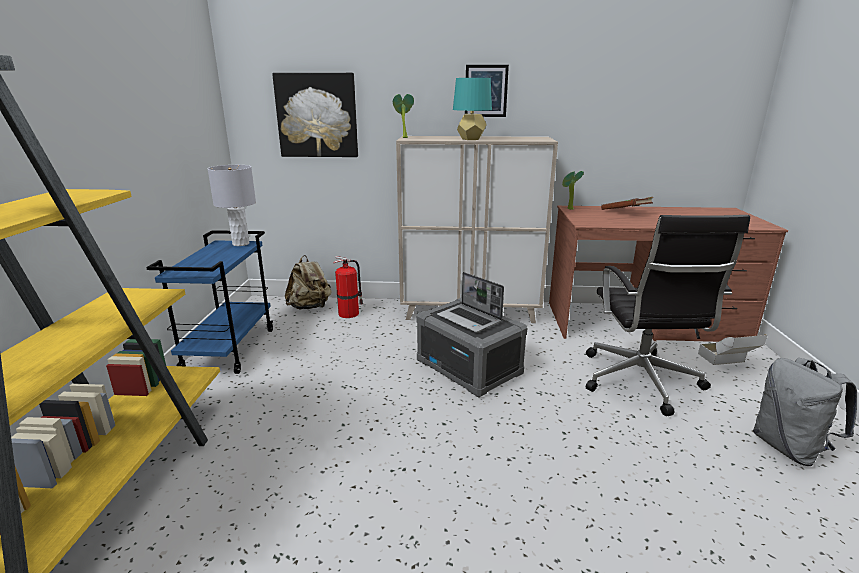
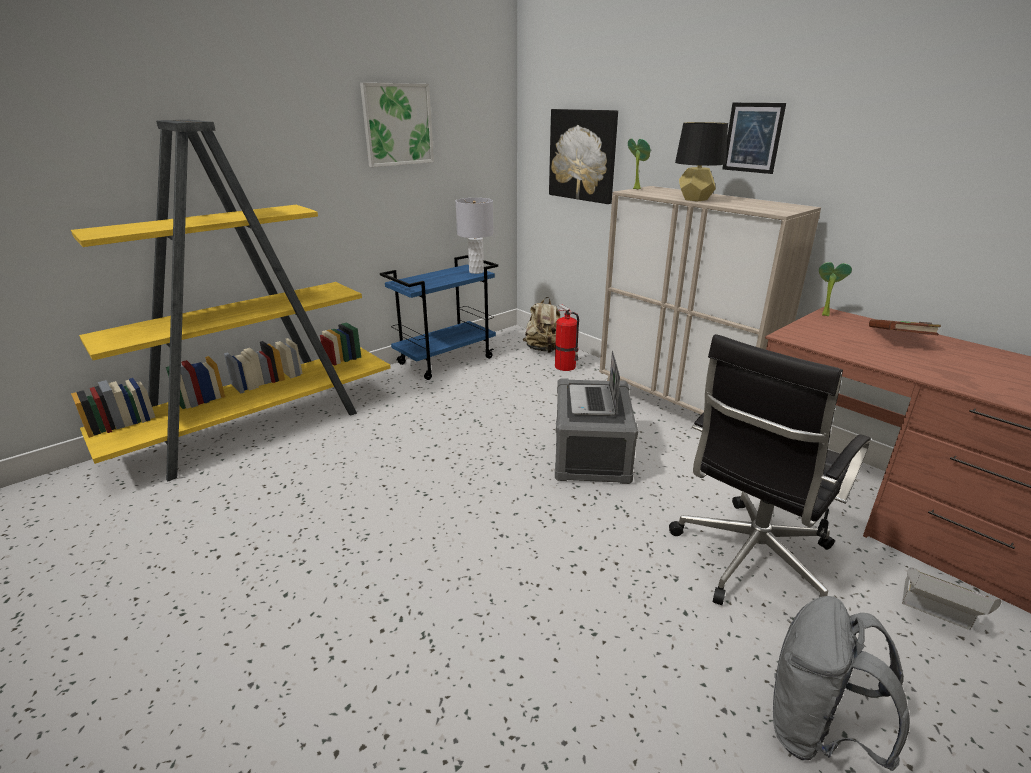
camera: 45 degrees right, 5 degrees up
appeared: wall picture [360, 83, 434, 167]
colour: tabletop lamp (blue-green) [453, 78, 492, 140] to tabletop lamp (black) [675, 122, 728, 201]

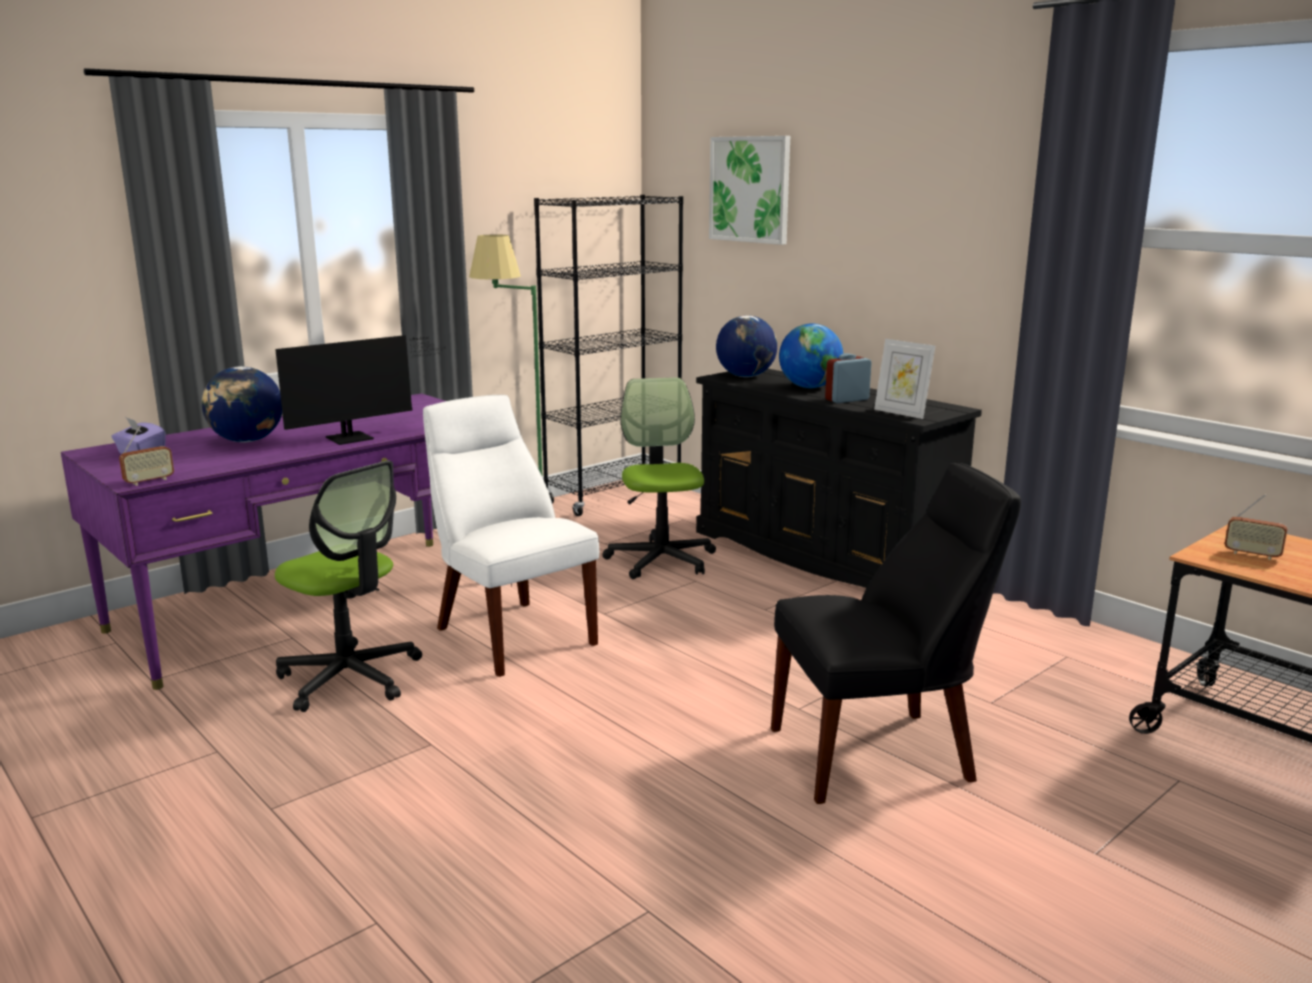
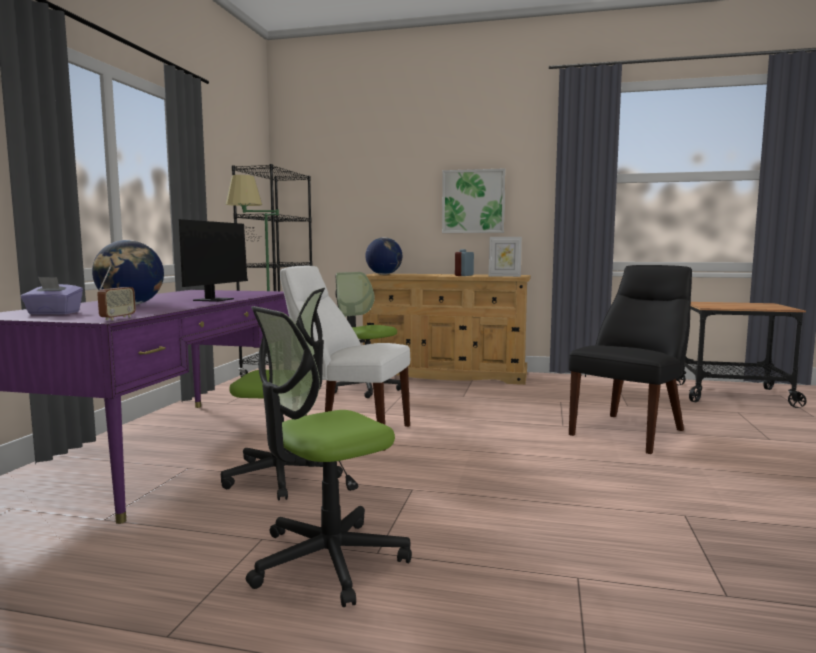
camera: 35 degrees left, 10 degrees down
missing: desk globe [779, 323, 843, 388]; radio receiver [1225, 494, 1288, 560]
appeared: computer chair [246, 306, 412, 607]
relocated: wall picture [709, 136, 790, 245] to [442, 168, 506, 233]
colour: drawer chest (black) [696, 369, 982, 588] to drawer chest (sand-coloured) [363, 273, 531, 385]

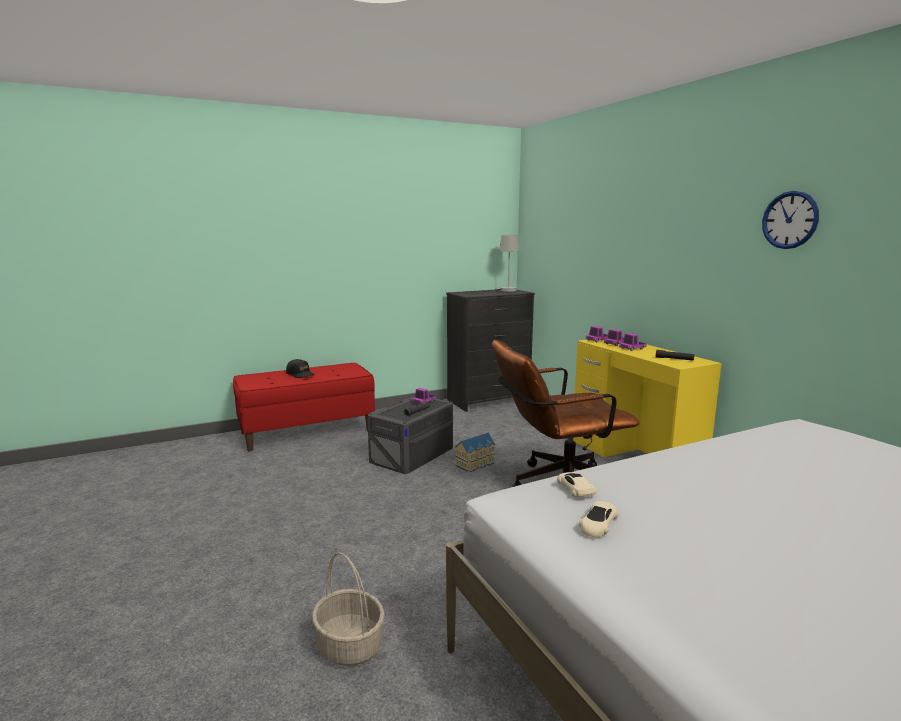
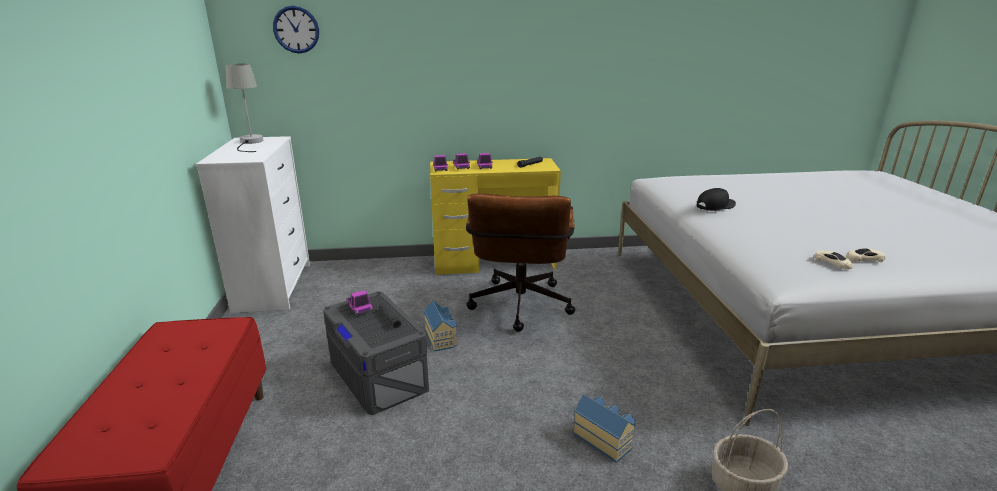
camera: 70 degrees left, 10 degrees up
appeared: toy house [573, 394, 636, 463]
relocated: hanging clock [762, 191, 819, 249] to [273, 6, 319, 53]; peaked cap (black) [286, 359, 315, 378] to [696, 188, 736, 211]; model car (sand-coloured) [557, 472, 596, 497] to [846, 248, 885, 262]
colour: drawer chest (black) [446, 290, 535, 412] to drawer chest (white-coloured) [196, 136, 310, 313]

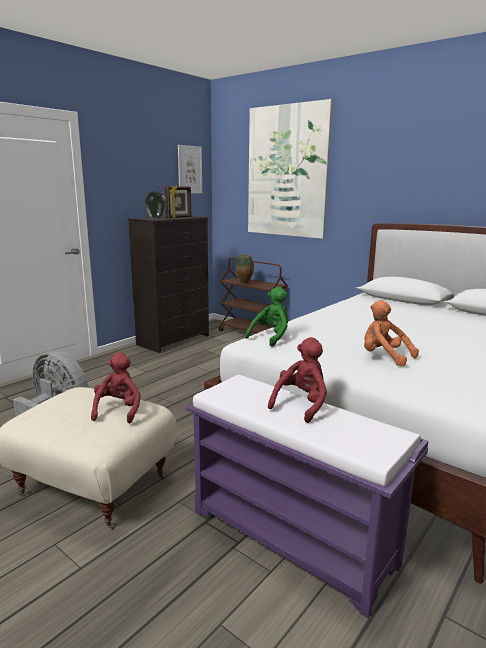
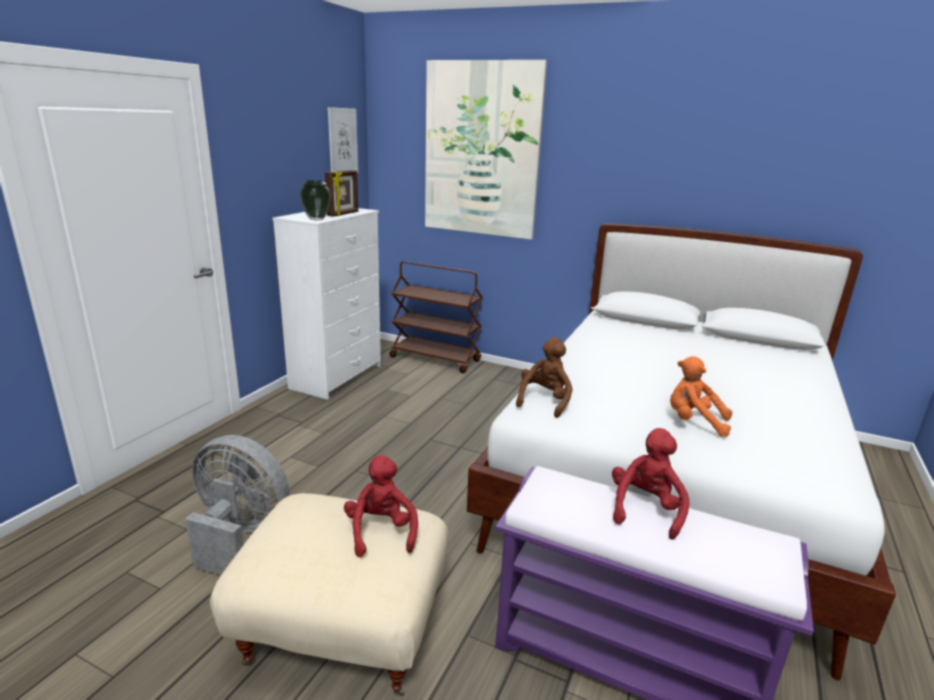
camera: 15 degrees left, 5 degrees up
missing: vase [236, 254, 254, 284]
colour: drawer chest (black) [128, 216, 209, 353] to drawer chest (white-coloured) [272, 208, 381, 400]; plush toy (green) [245, 287, 288, 347] to plush toy (brown) [516, 337, 573, 418]

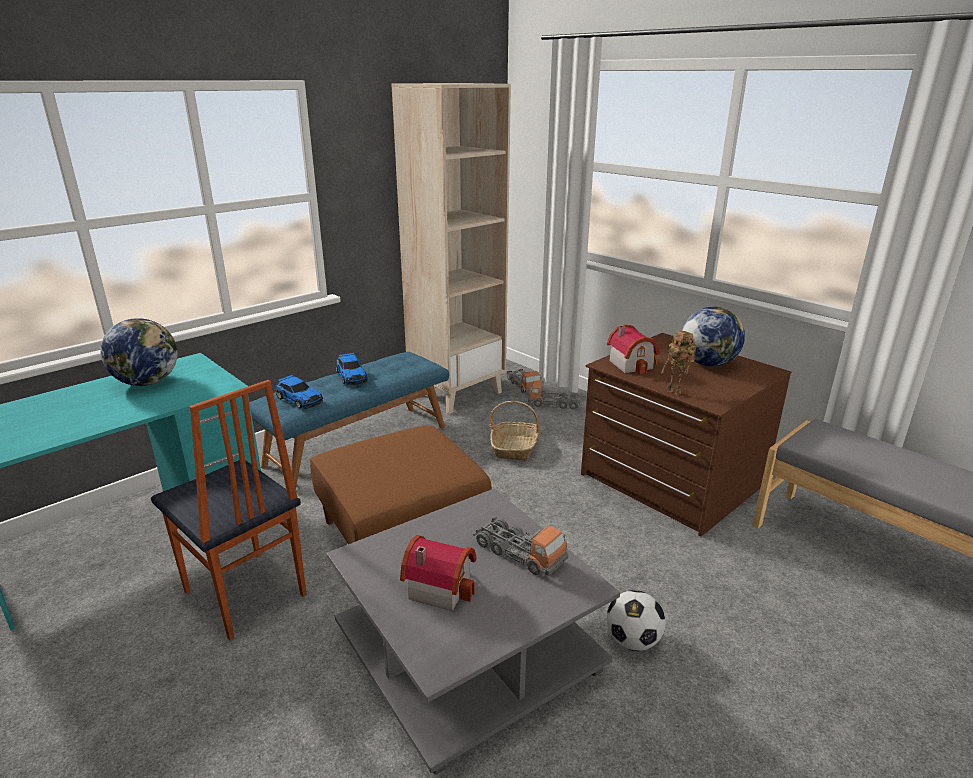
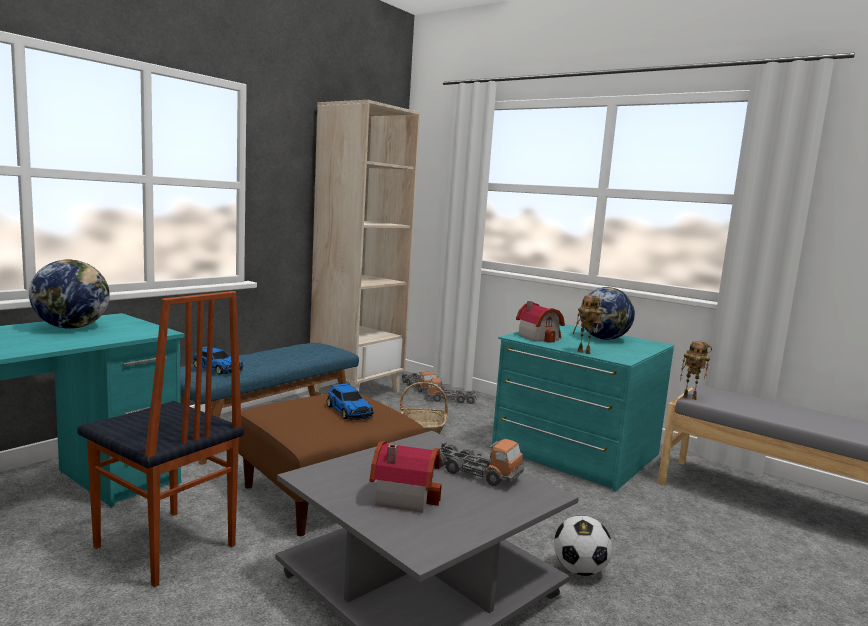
camera: 10 degrees left, 15 degrees down
appeared: model robot [680, 341, 712, 400]
relocated: model car [336, 353, 368, 386] to [327, 383, 374, 420]
colour: drawer chest (brown) [581, 333, 791, 536] to drawer chest (blue-green) [492, 324, 674, 492]

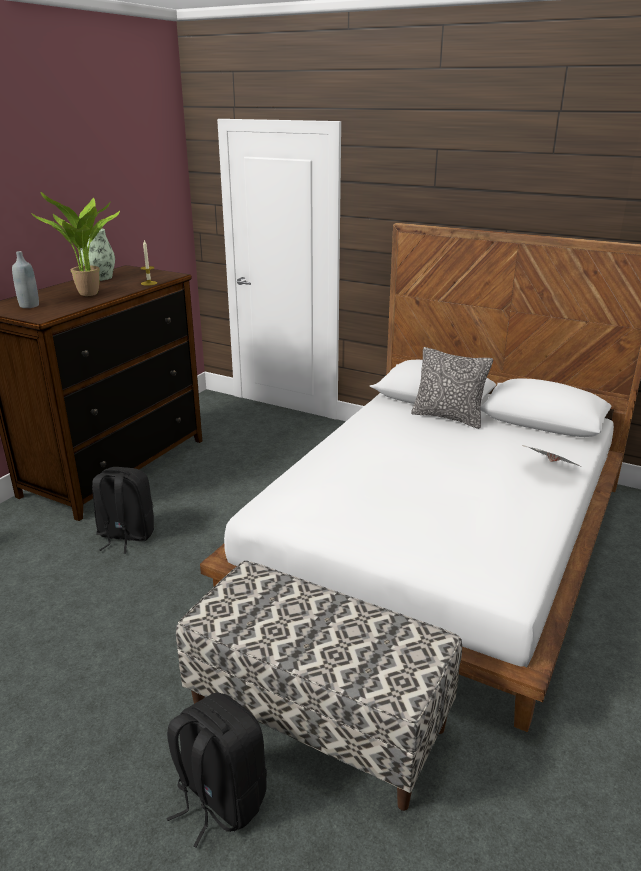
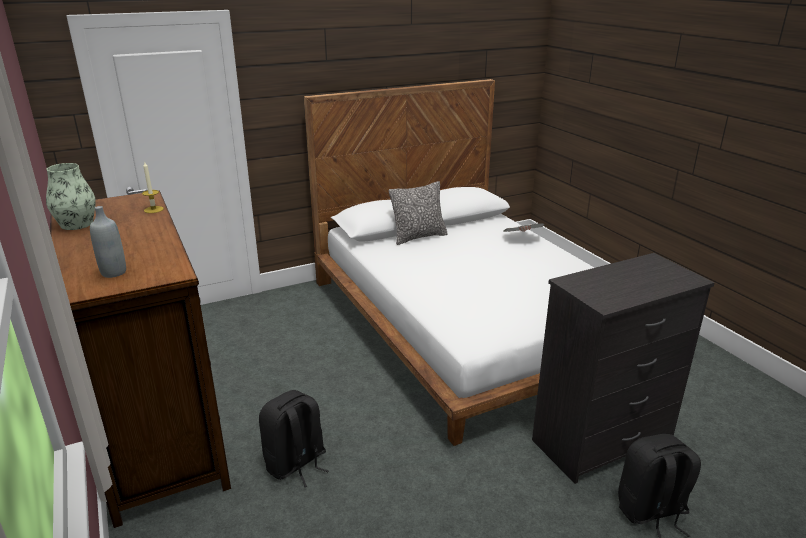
camera: 55 degrees left, 0 degrees up
missing: plant in a pot [31, 192, 120, 296]
exchanged: indoor bench [176, 560, 462, 811] to drawer chest (black) [532, 253, 714, 484]

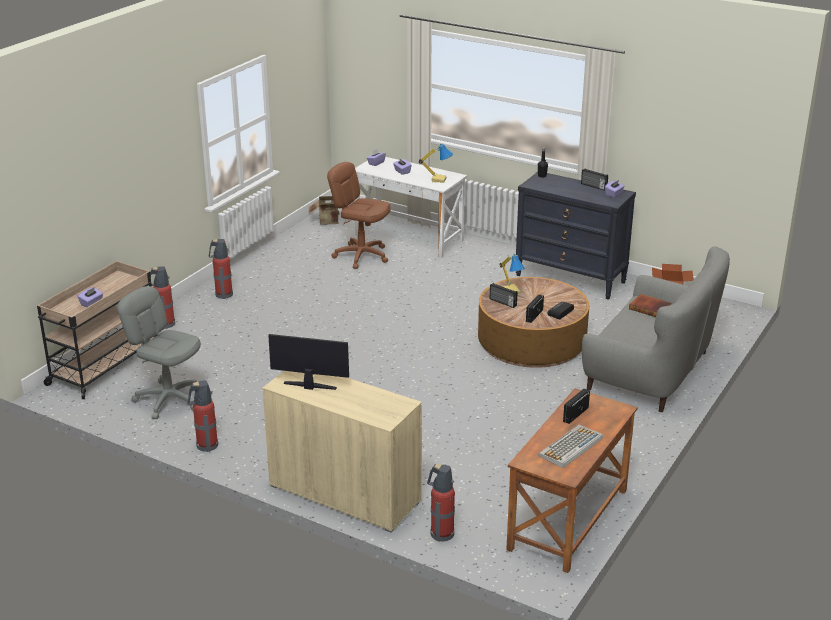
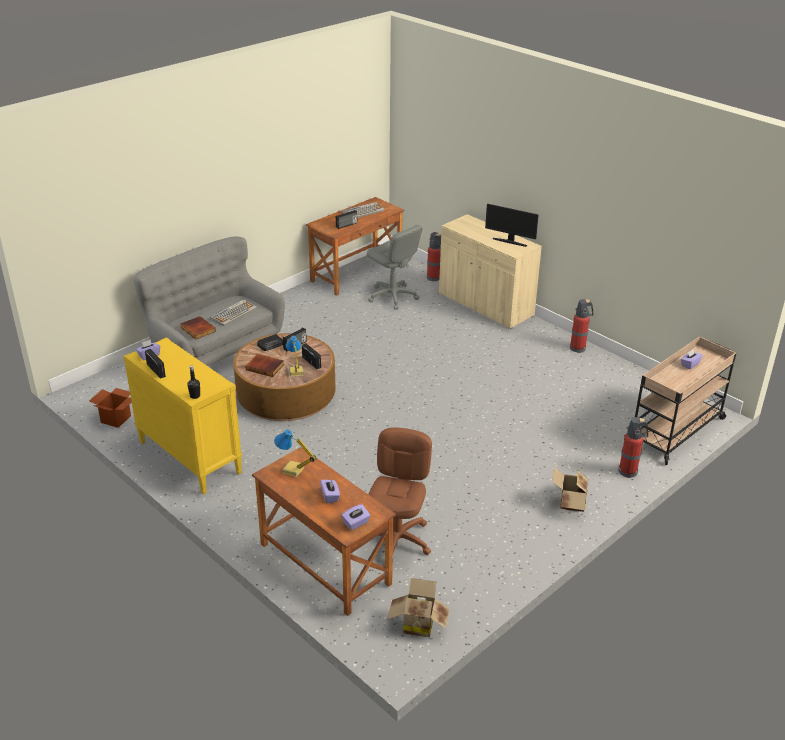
camera: 165 degrees left, 5 degrees up
appeared: keyboard [210, 299, 257, 326]; volume [245, 354, 284, 377]
relocated: computer chair (gray) [117, 286, 201, 419] to [367, 225, 423, 310]
exchanged: extinguisher [209, 239, 233, 299] to packing box [552, 467, 588, 512]
colour: desk unit (white-coloured) [355, 157, 467, 258] to desk unit (brown) [252, 447, 396, 616]; drawer chest (black) [516, 171, 636, 300] to drawer chest (yellow) [123, 337, 242, 495]
spun: computer chair (brown) [327, 162, 391, 269] = [369, 428, 432, 555] 120 degrees counterclockwise

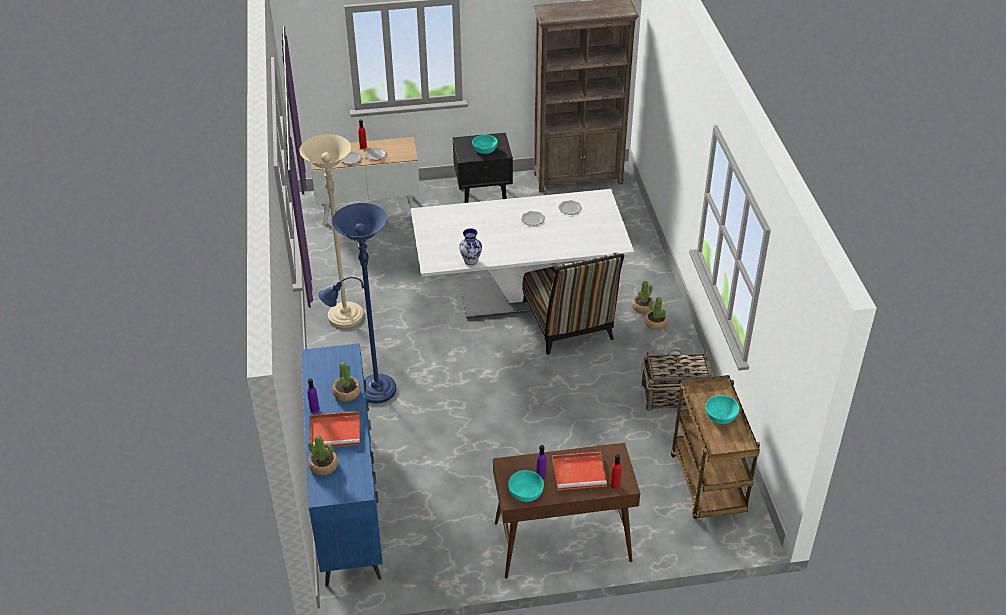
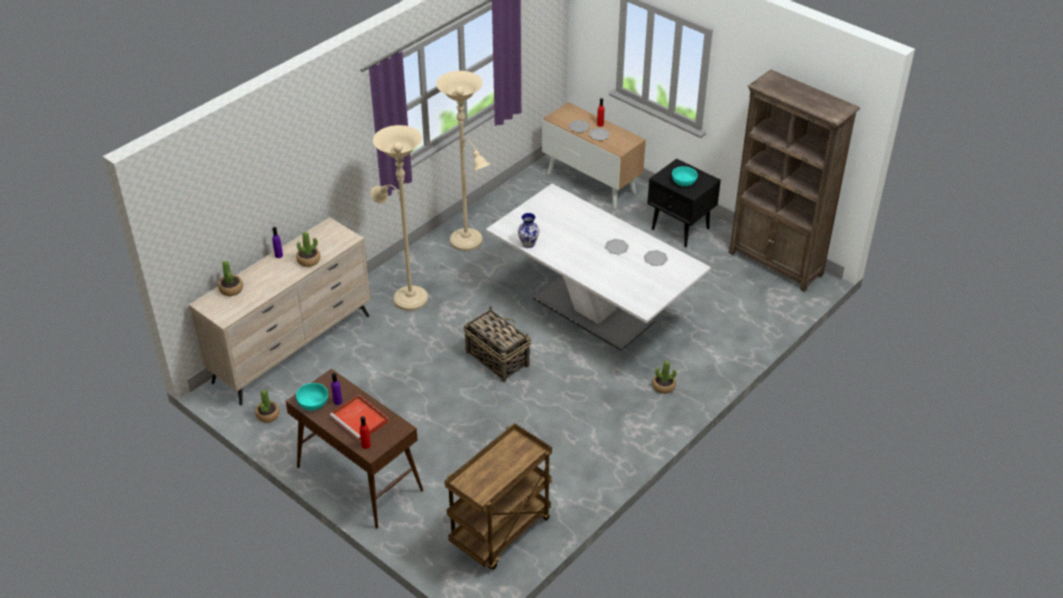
camera: 50 degrees right, 0 degrees up
missing: upright chair [522, 252, 624, 355]; deep dish (blue-green) [705, 395, 739, 424]; serving tray (reddish) [310, 411, 360, 448]
relocated: plant in a pot [645, 297, 668, 330] to [255, 390, 280, 423]; basket [641, 350, 713, 411] to [464, 305, 531, 382]
colour: standard lamp (blue-coloured) [318, 203, 396, 404] to standard lamp (sand-coloured) [370, 125, 428, 311]; drawer chest (blue-coloured) [301, 343, 383, 587] to drawer chest (sand-coloured) [189, 217, 371, 405]

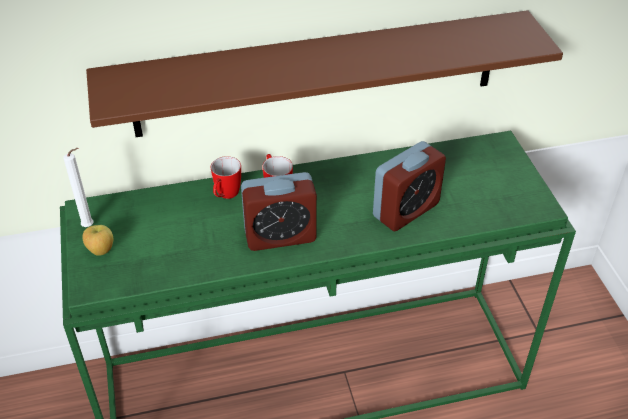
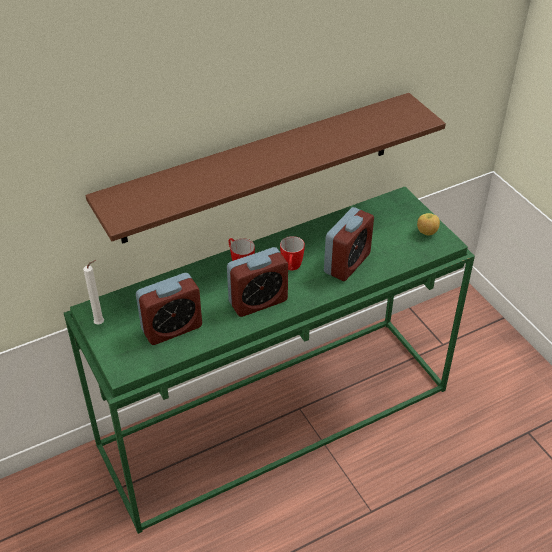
camera: 15 degrees left, 0 degrees up
appeared: alarm clock [136, 273, 202, 345]
relocated: tea mug [211, 156, 241, 199] to [280, 236, 305, 271]; whole apple [82, 225, 113, 256] to [417, 213, 440, 236]

